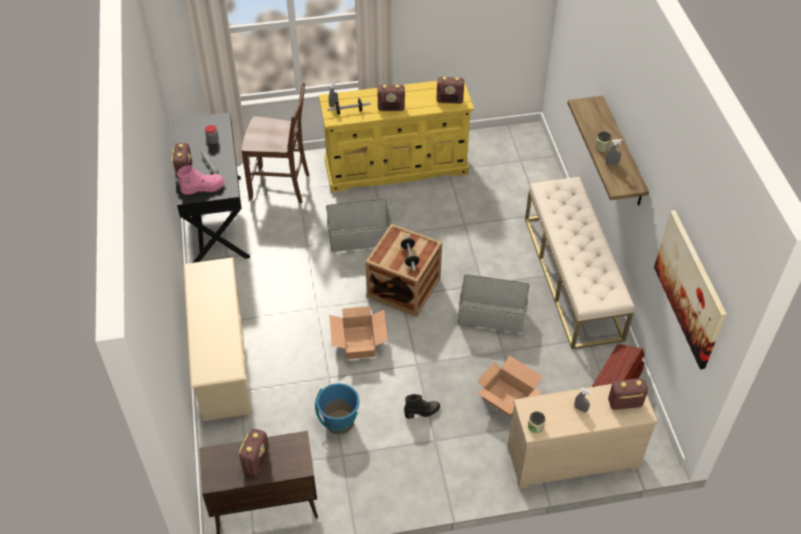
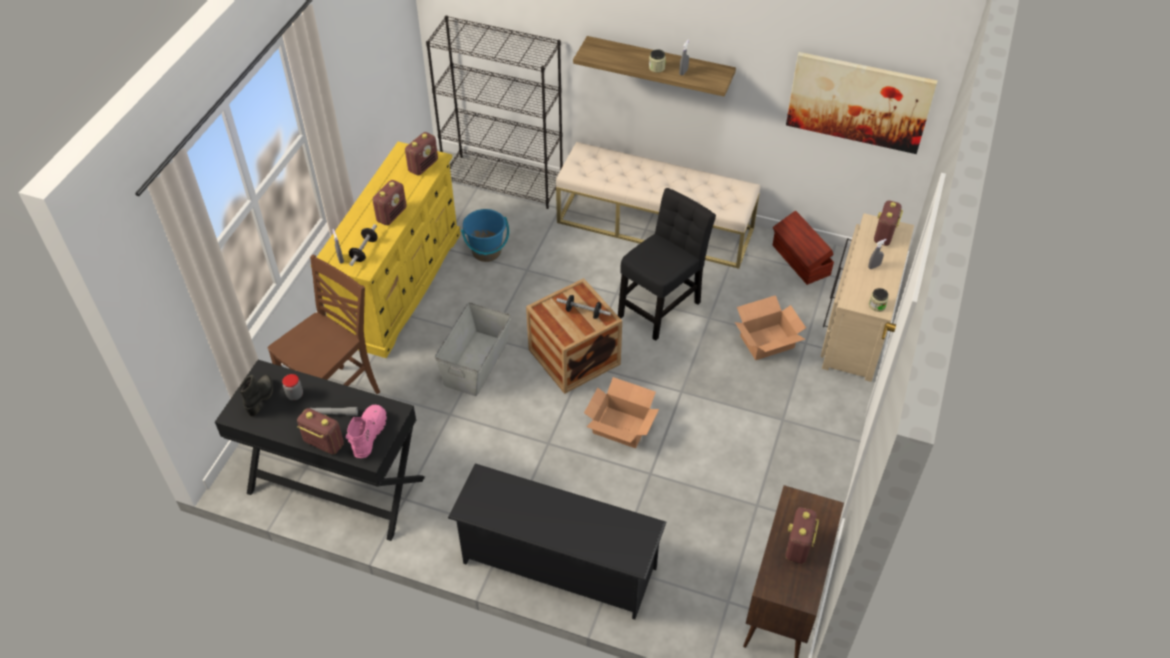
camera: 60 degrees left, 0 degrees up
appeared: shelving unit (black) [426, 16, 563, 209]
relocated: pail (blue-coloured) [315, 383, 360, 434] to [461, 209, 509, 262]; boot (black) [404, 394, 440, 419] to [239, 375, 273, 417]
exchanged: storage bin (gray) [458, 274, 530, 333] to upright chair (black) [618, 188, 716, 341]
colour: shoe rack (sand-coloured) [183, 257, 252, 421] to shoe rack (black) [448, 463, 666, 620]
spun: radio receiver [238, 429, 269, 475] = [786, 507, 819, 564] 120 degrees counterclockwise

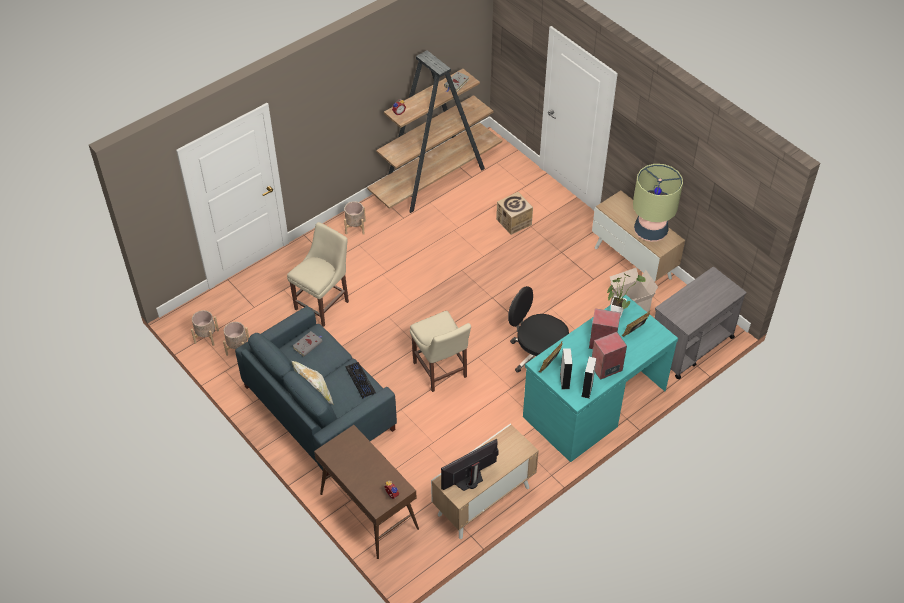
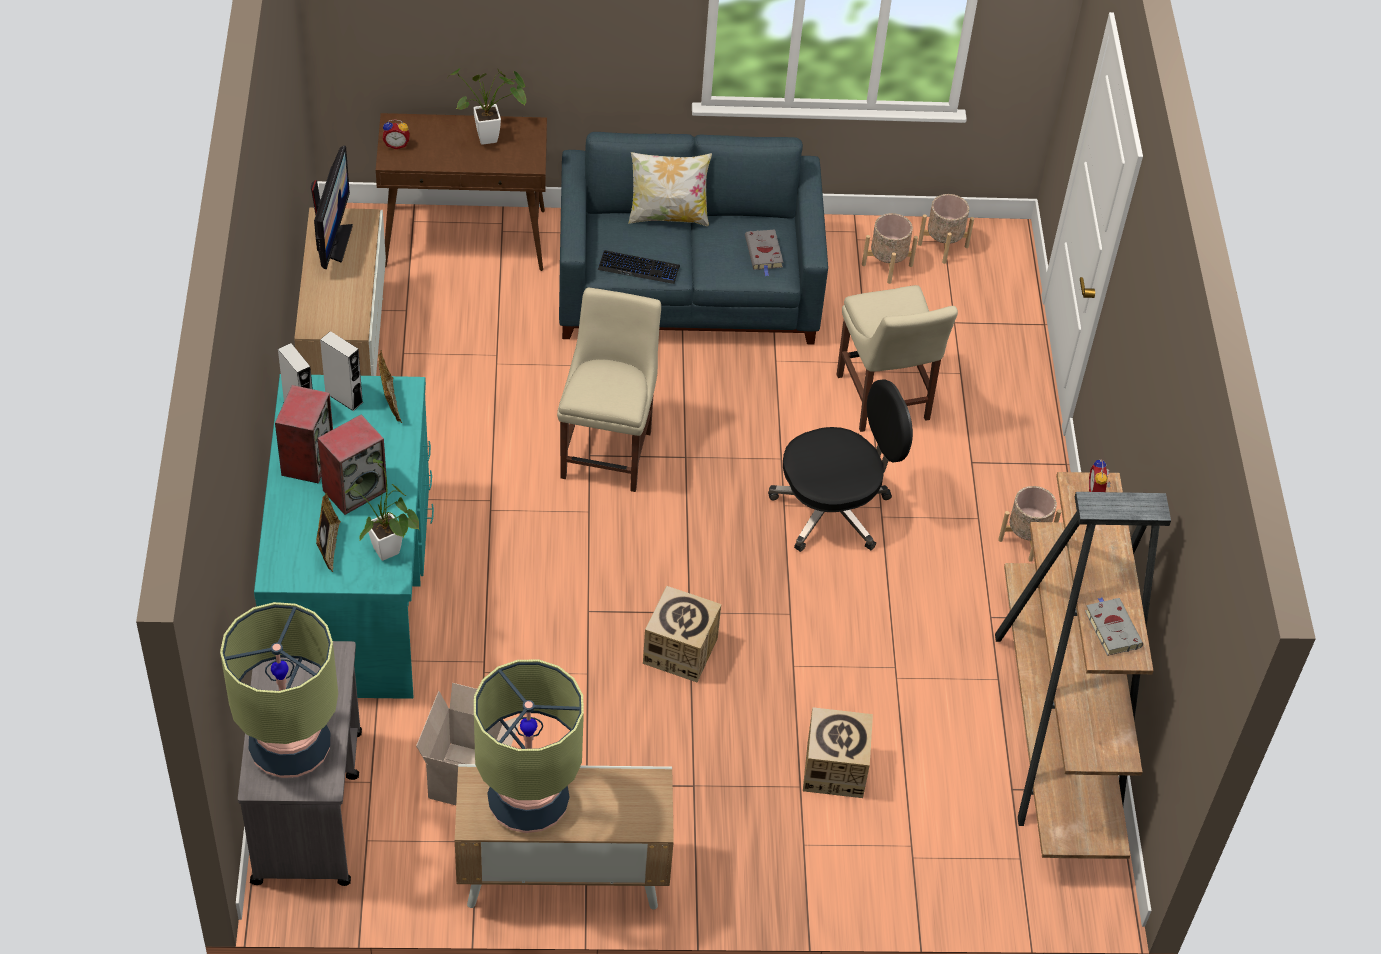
camera: 125 degrees right, 0 degrees up
appeared: plant in a pot [447, 68, 526, 145]; packing box [643, 586, 721, 682]; tabletop lamp [220, 602, 338, 778]
relocated: computer chair (black) [508, 286, 569, 373] to [768, 379, 913, 552]
spun: upright chair (sand-coloured) [410, 311, 471, 392] = [557, 288, 661, 492] 90 degrees clockwise

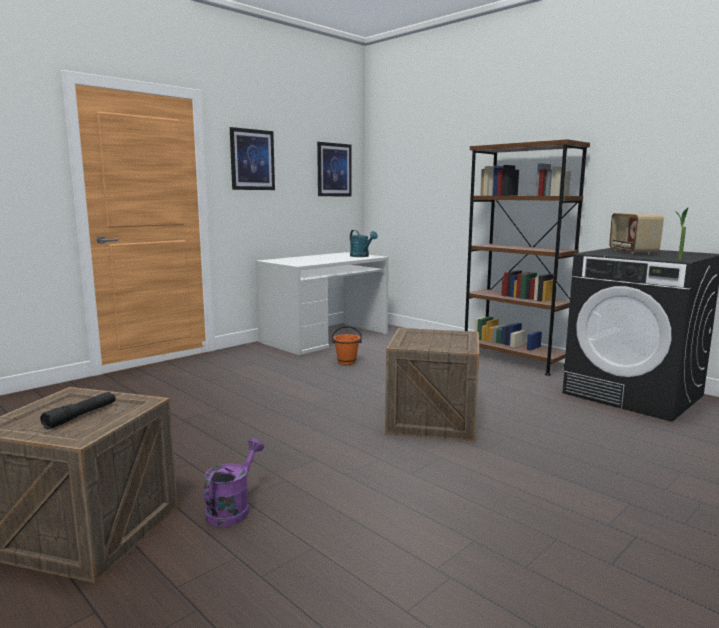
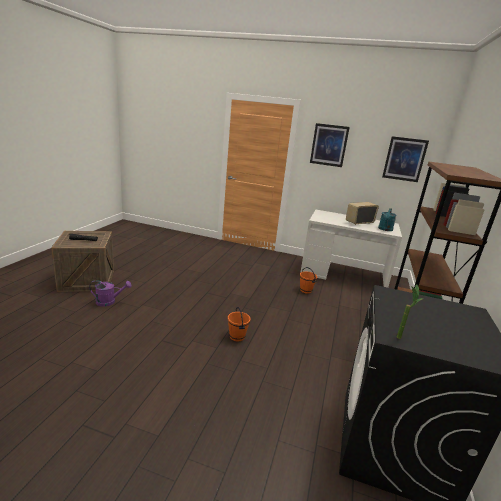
camera: 60 degrees right, 10 degrees up
relocated: radio receiver [609, 213, 664, 255] to [346, 202, 379, 225]
exchanged: packing crate [385, 328, 479, 442] to pail (orange) [228, 307, 251, 342]

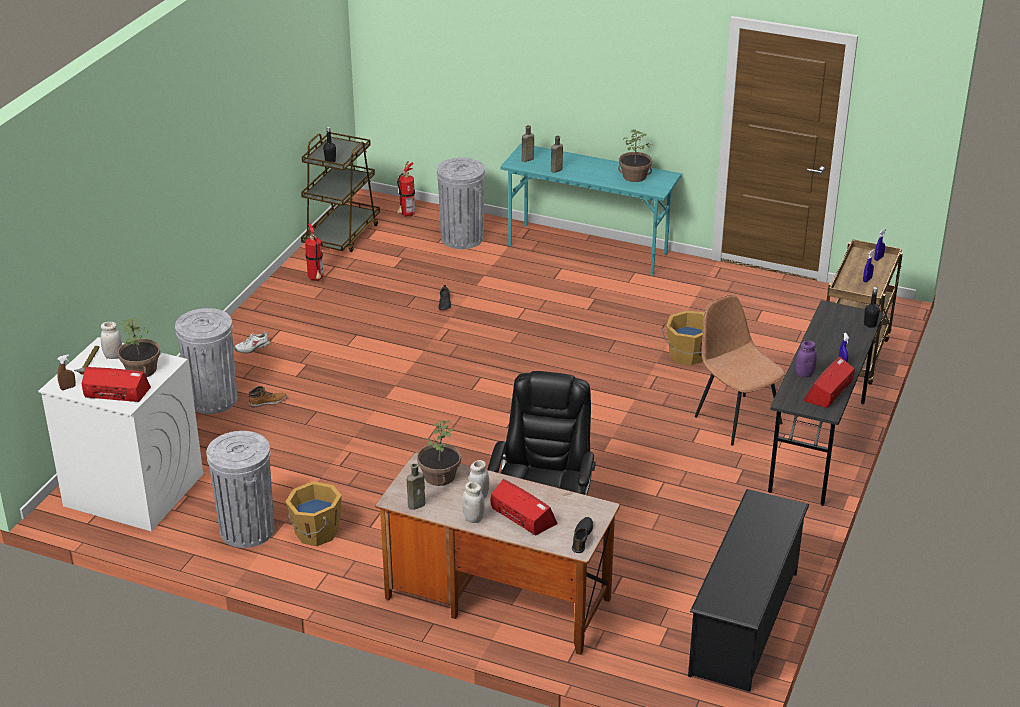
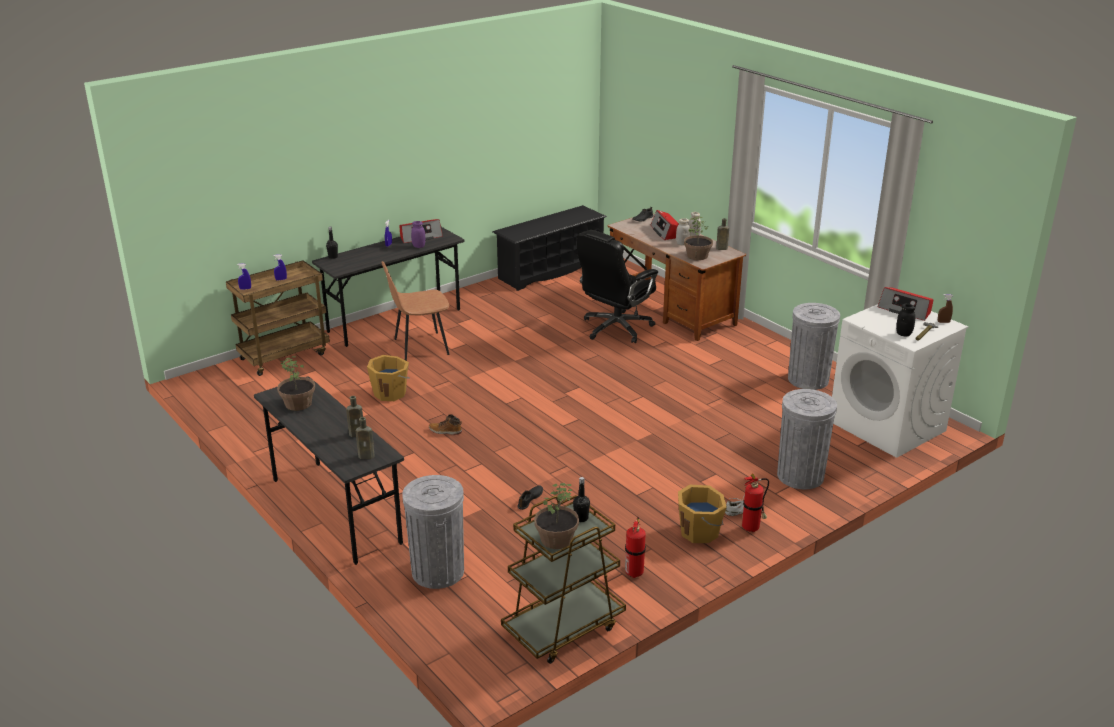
camera: 150 degrees left, 5 degrees down
relocated: extinguisher [397, 161, 415, 217] to [742, 474, 769, 532]; plant in a pot [118, 318, 160, 377] to [534, 483, 579, 549]; boot [247, 386, 287, 408] to [429, 414, 462, 435]; pail (orange) [285, 481, 342, 546] to [678, 485, 727, 543]
colour: desk unit (blue-green) [500, 144, 681, 276] to desk unit (gray) [254, 376, 404, 565]; jar (white-coloured) [101, 322, 122, 359] to jar (black) [896, 304, 915, 337]
spun: upright chair (brown) [695, 295, 785, 446] = [381, 261, 449, 361] 75 degrees clockwise

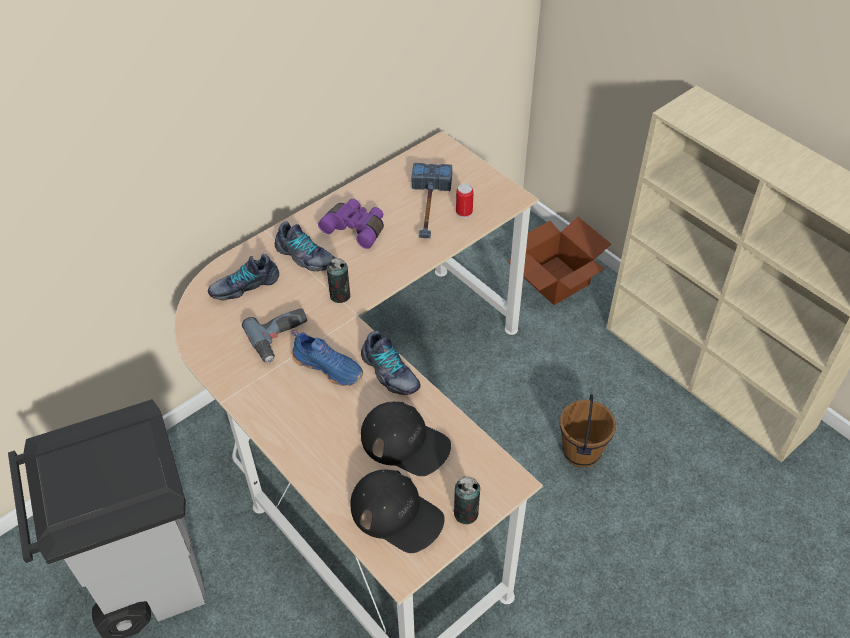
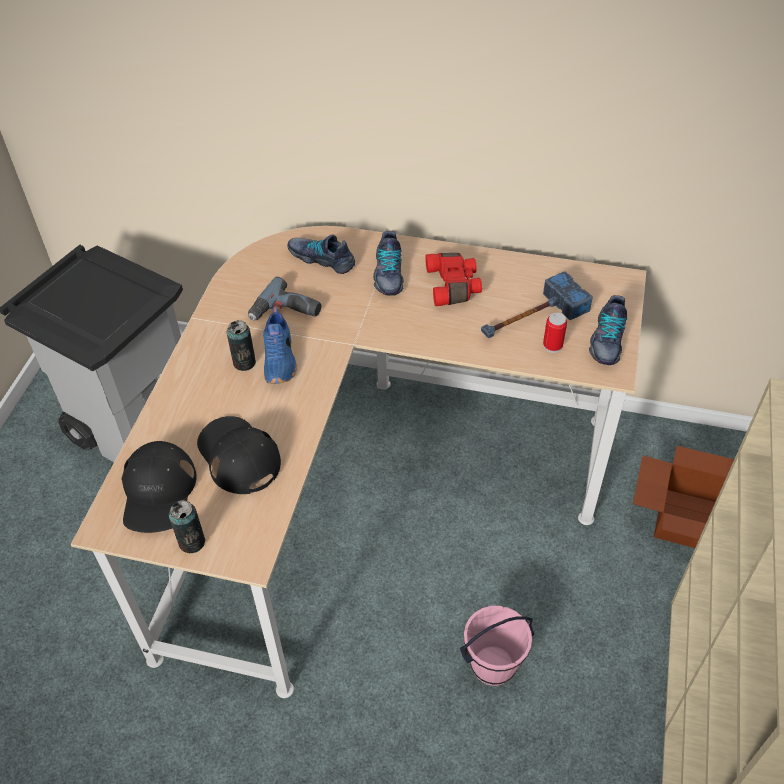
camera: 55 degrees right, 0 degrees up
relocated: metal can [327, 258, 350, 303] to [227, 320, 256, 371]; low shoe [361, 331, 421, 395] to [589, 295, 627, 365]
colour: pair of binoculars (purplish) [318, 199, 384, 249] to pair of binoculars (reddish) [425, 253, 482, 306]; pail (brown) [560, 394, 616, 468] to pail (pink-coloured) [460, 606, 535, 686]
spun: peaked cap (black) [361, 402, 451, 476] = [197, 416, 281, 494] 150 degrees clockwise

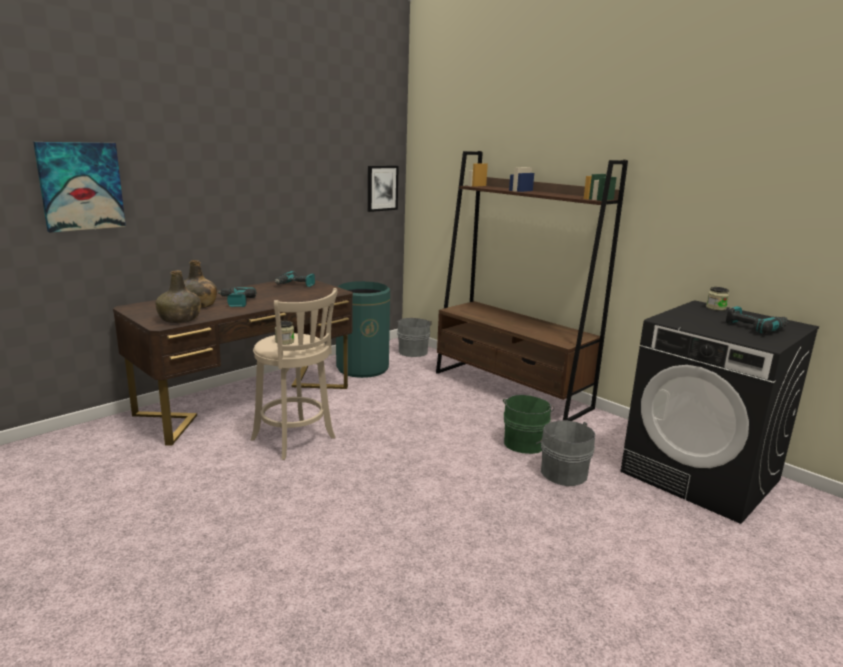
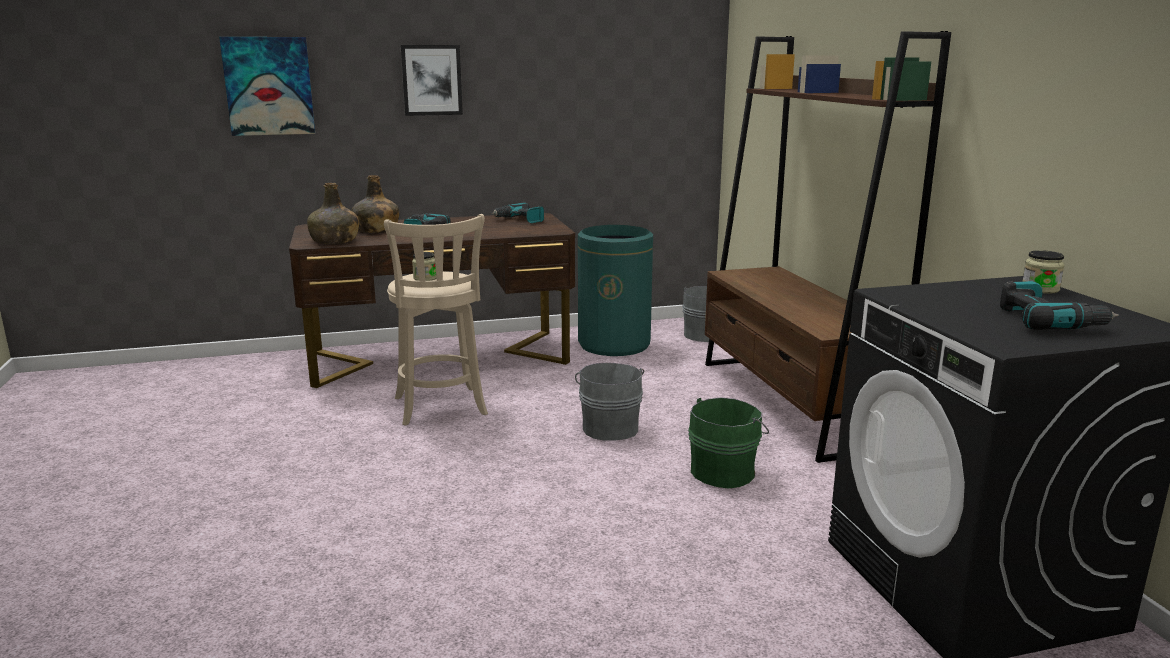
camera: 30 degrees right, 0 degrees up
relocated: wall picture [368, 165, 399, 212] to [400, 45, 463, 116]; pail (gray) [536, 420, 595, 486] to [575, 363, 644, 441]

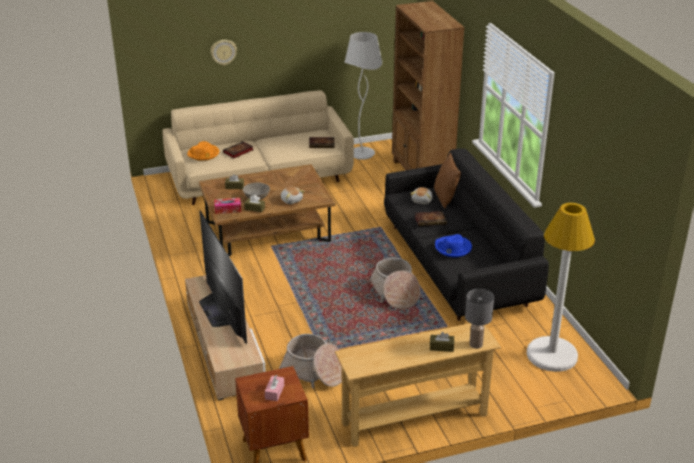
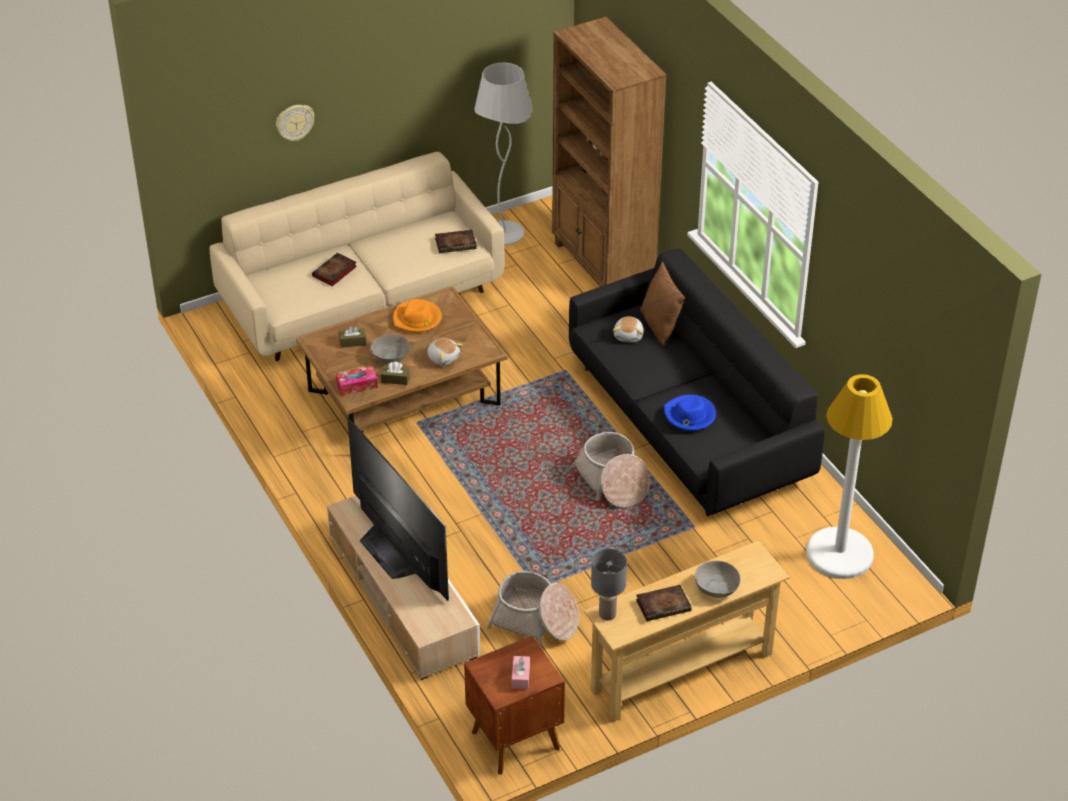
camera: 10 degrees left, 10 degrees up
relocated: clothing hat (orange) [187, 141, 219, 161] to [393, 299, 442, 333]; volume [415, 211, 447, 226] to [636, 585, 692, 621]; tabletop lamp (gray) [465, 289, 494, 349] to [591, 549, 627, 621]
exchanged: box of tissues (brown) [430, 332, 454, 352] to deep dish (gray) [695, 561, 740, 598]

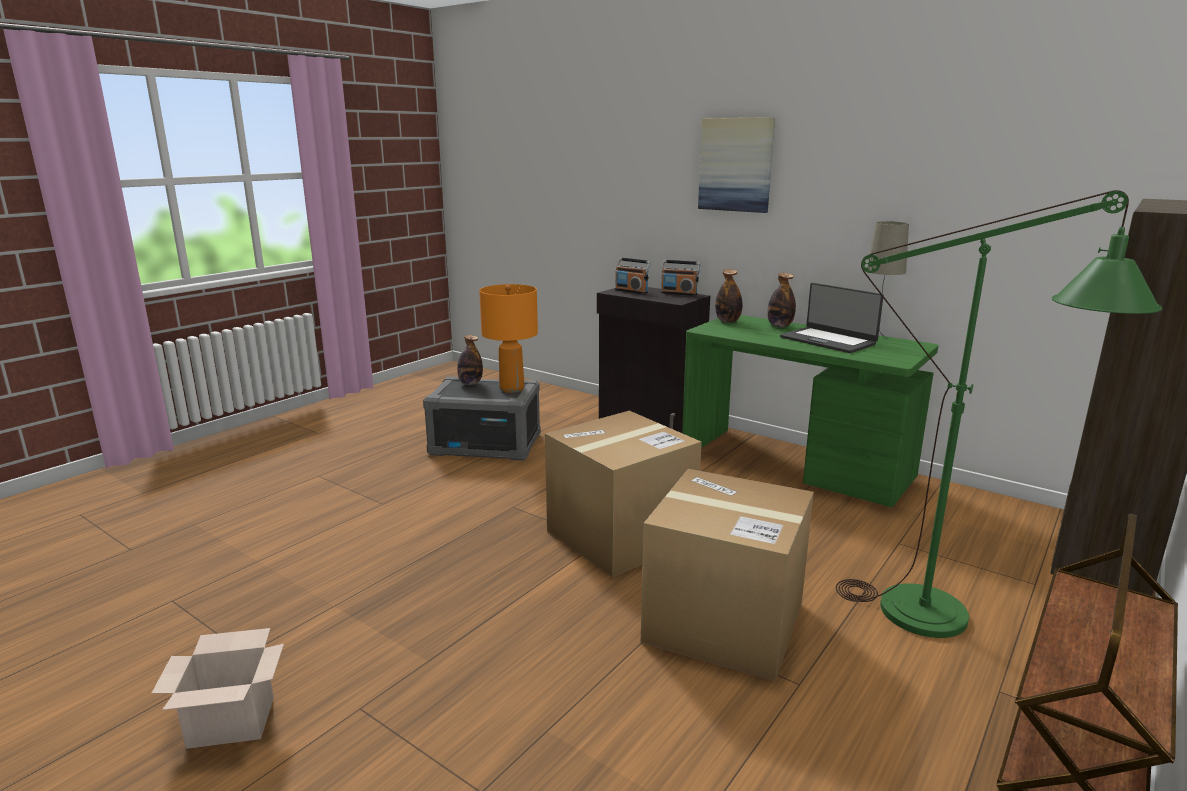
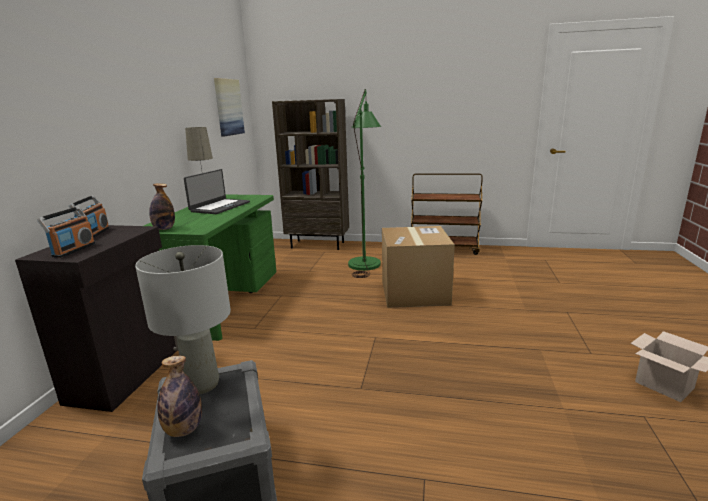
camera: 115 degrees left, 0 degrees up
missing: beverage bottle [767, 273, 796, 327]; packing box [545, 411, 702, 577]
relocated: wall picture [698, 117, 775, 213] to [214, 78, 245, 137]
colour: tabletop lamp (orange) [479, 284, 538, 393] to tabletop lamp (gray) [135, 245, 231, 394]

